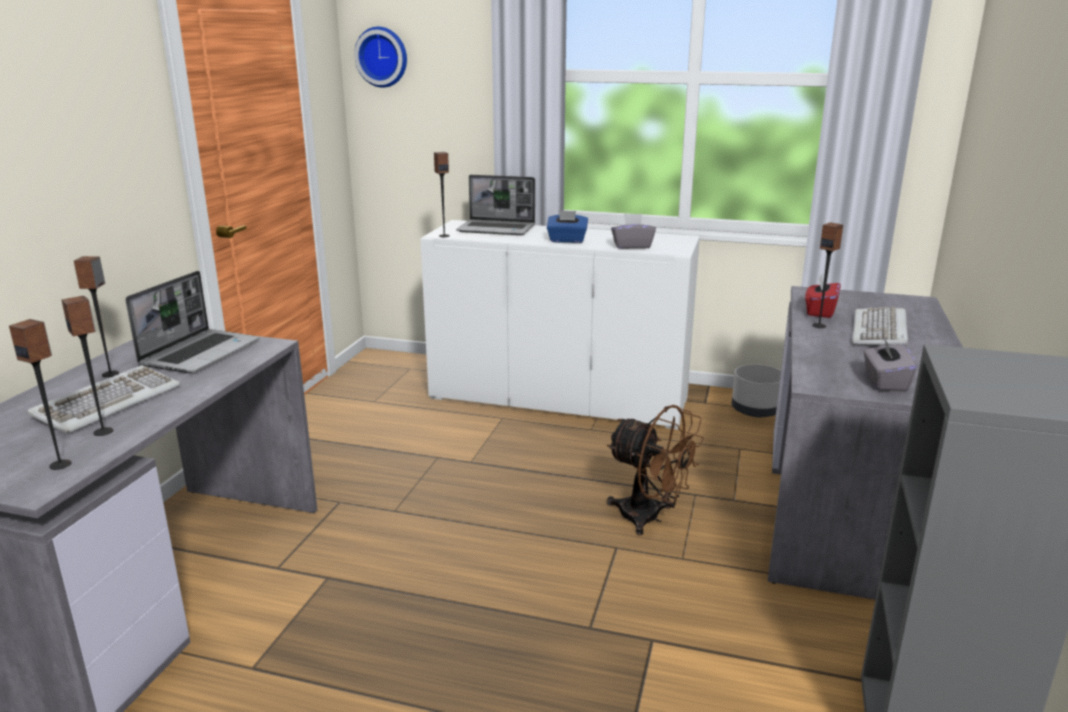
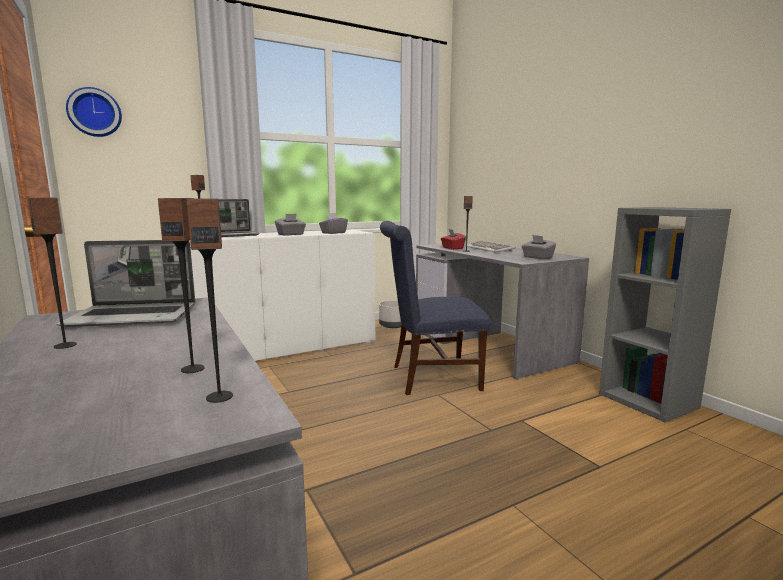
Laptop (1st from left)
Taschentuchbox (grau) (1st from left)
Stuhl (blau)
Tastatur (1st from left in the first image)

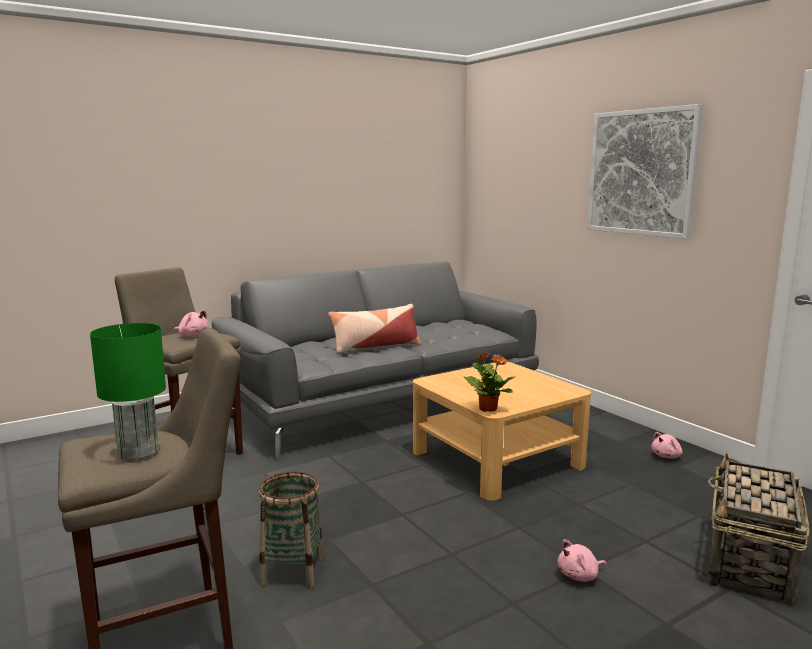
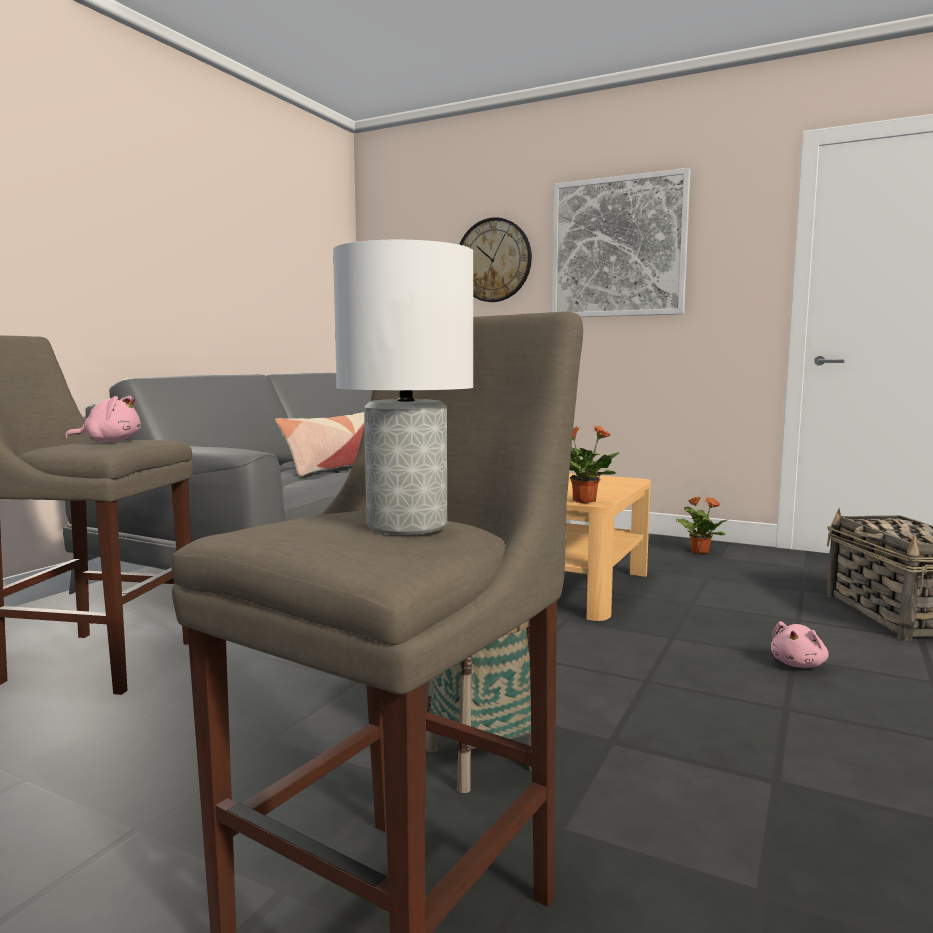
Tischlampe (weiß)
Wanduhr
Topfpflanze (2nd from left)

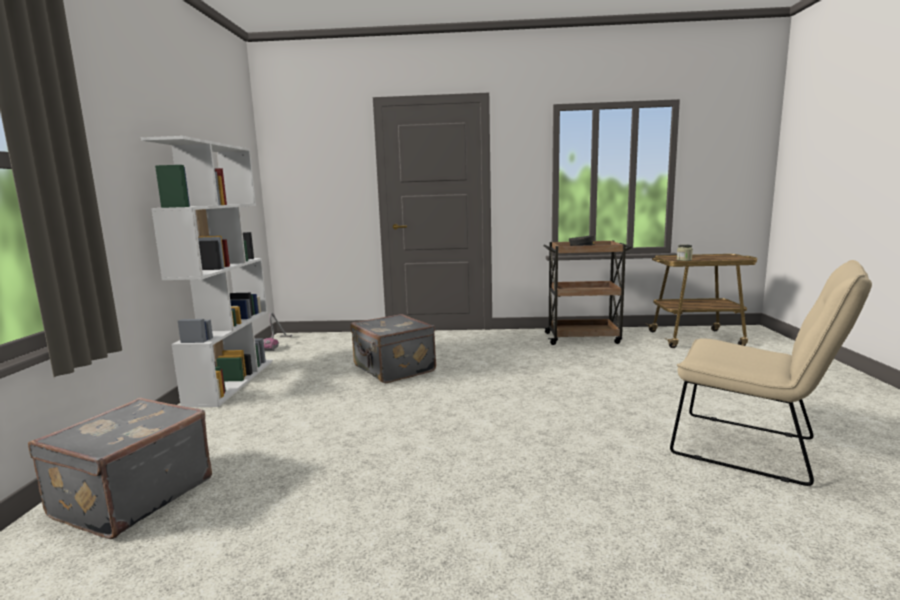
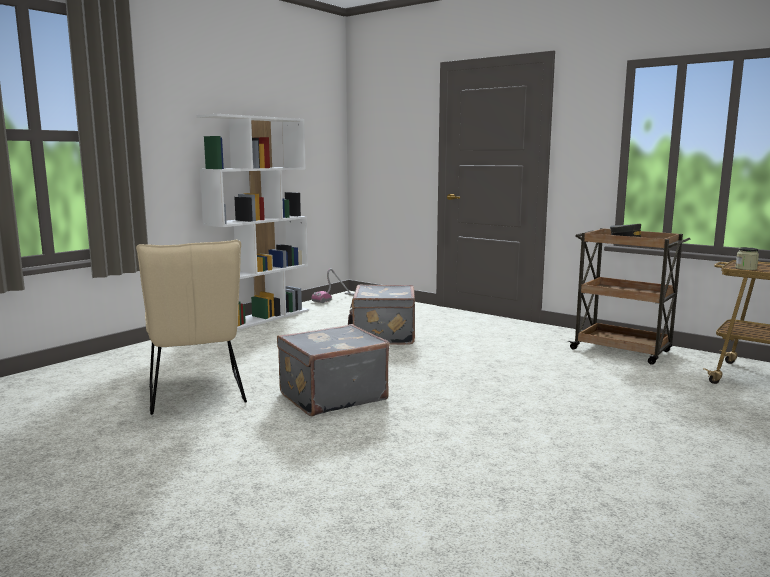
Stuhl (beige)
Koffer (grau) (1st from left)

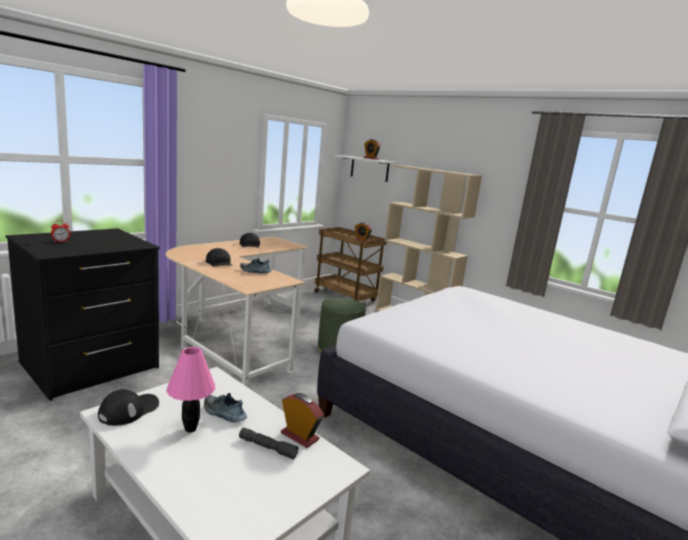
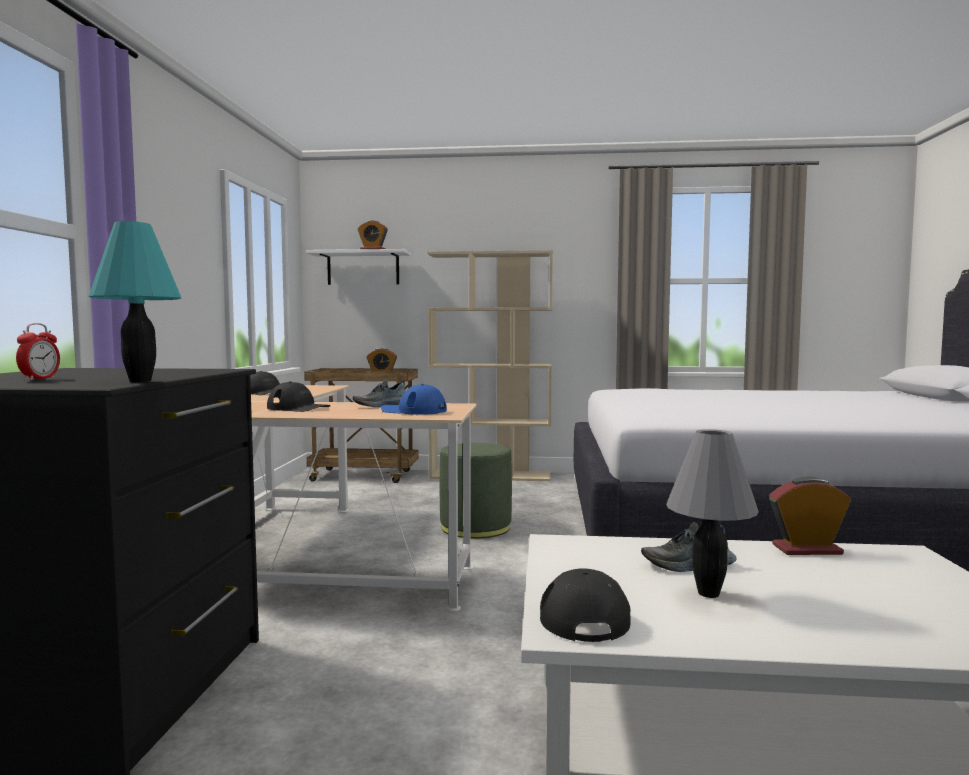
Tischlampe (türkis)
Kappe (blau)
Tischlampe (grau)
Taschenlampe (grau)

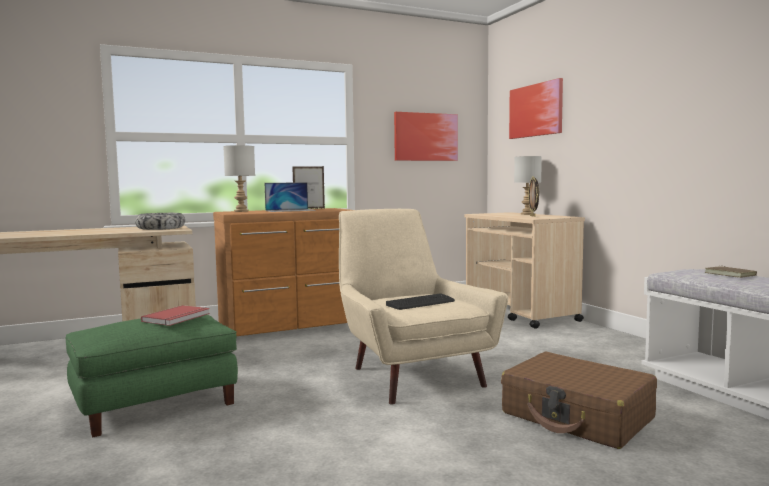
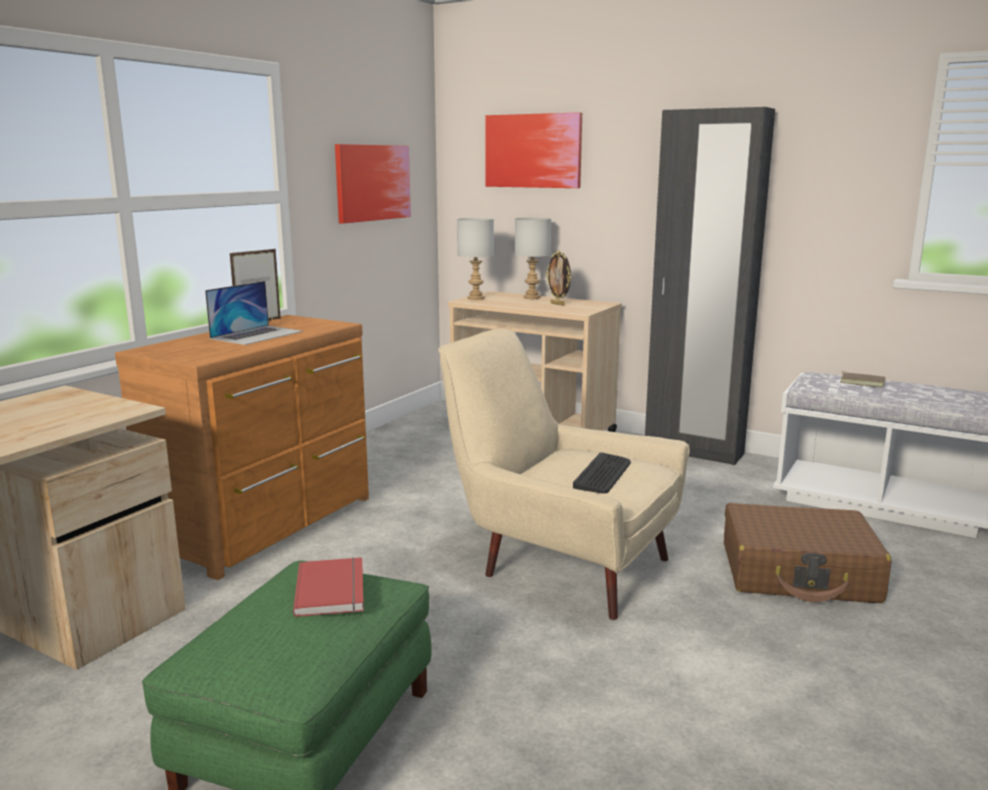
Tischlampe (grau) (1st from left)
Kleiderschrank (schwarz)
Schüssel

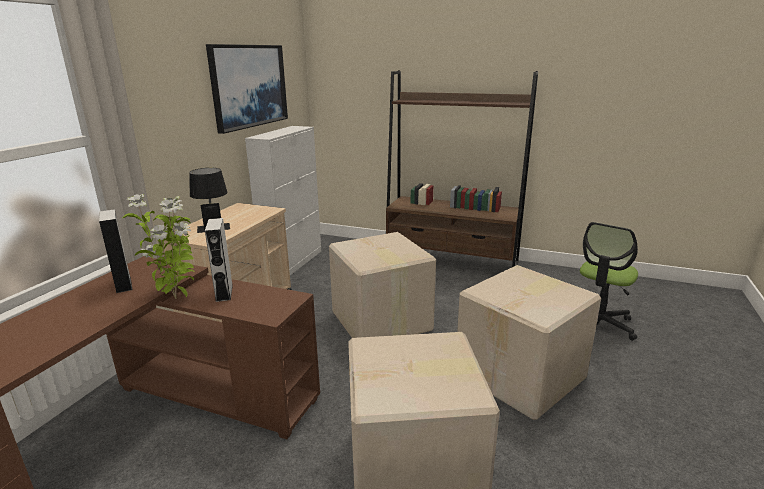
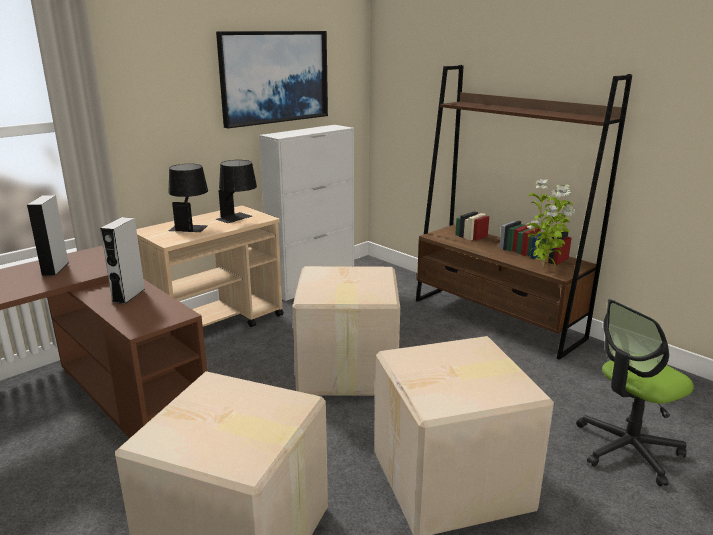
Tischlampe (schwarz) (2nd from left)
Topfpflanze

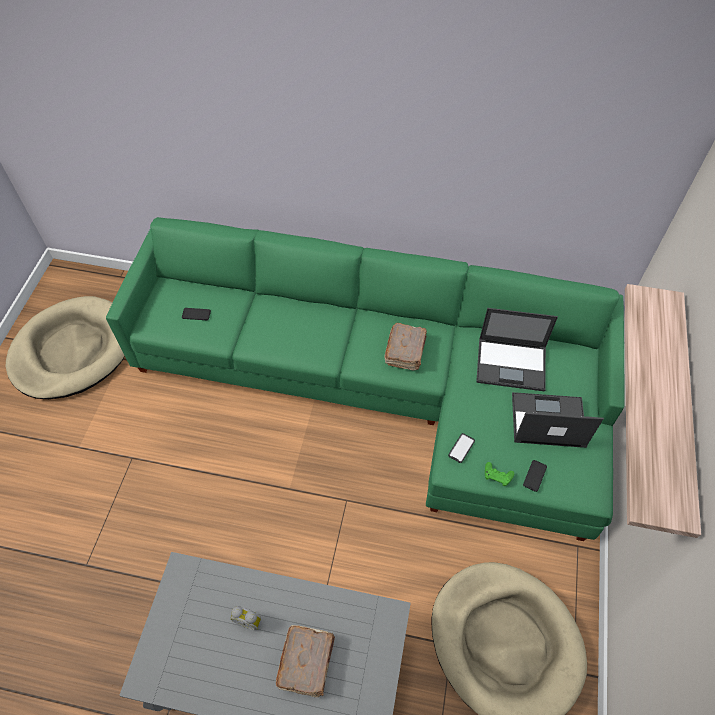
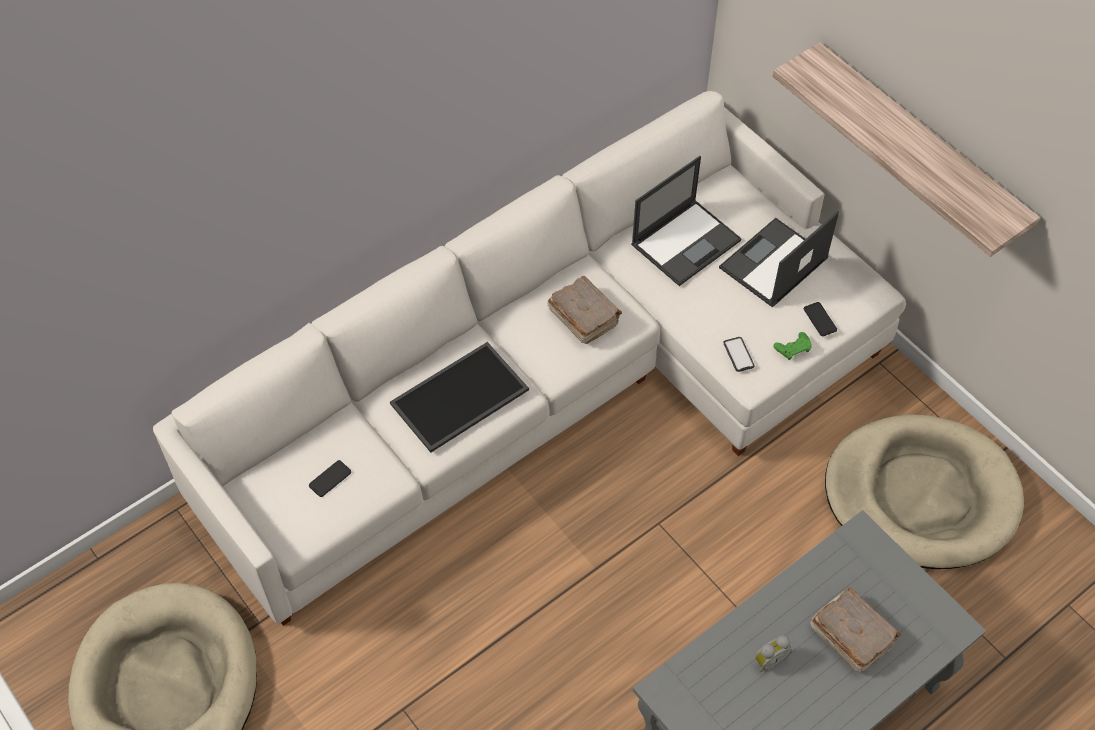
Sofa (weiß)
Tablett

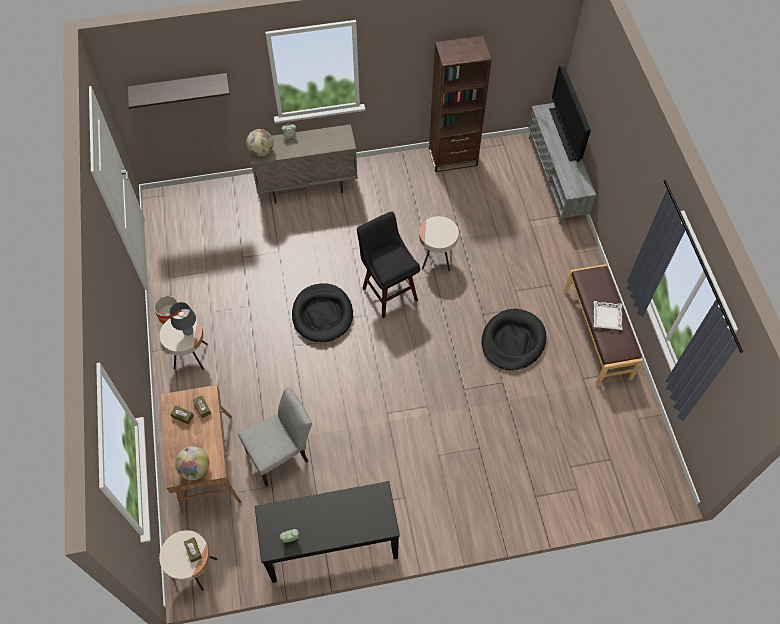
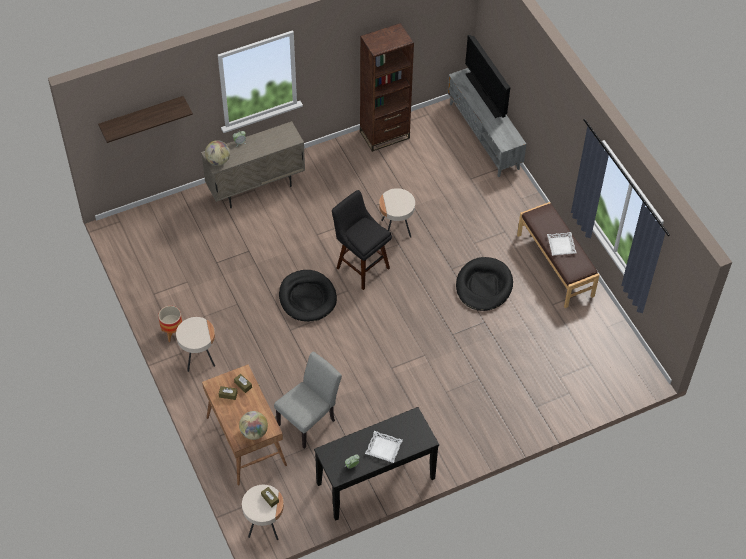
Tablett (weiß) (1st from left)
Tischlampe (grau)

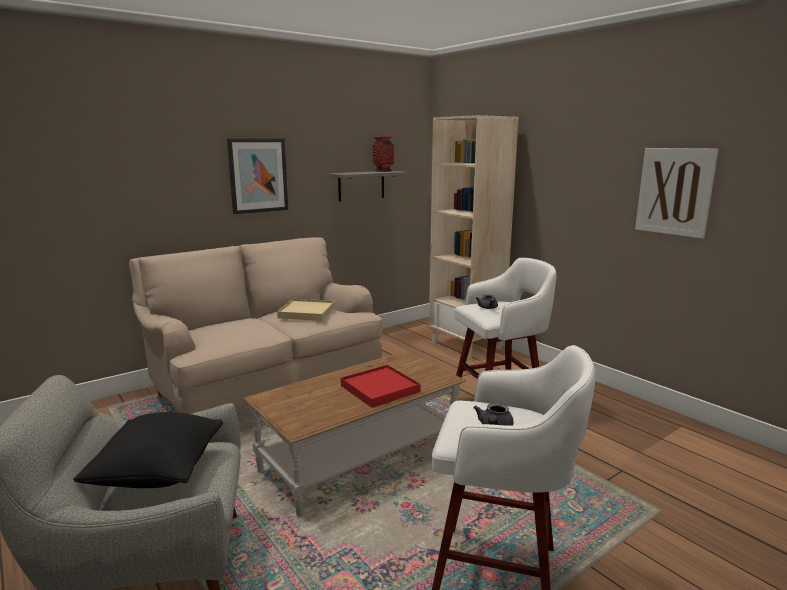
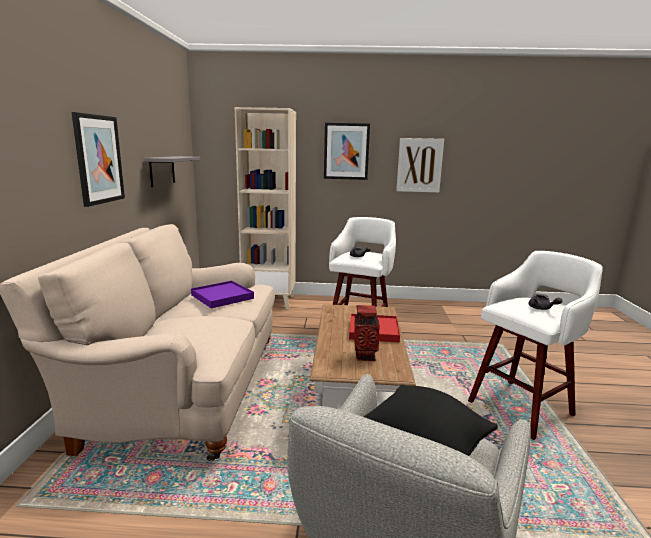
Tablett (lila)
Bild (2nd from left)
Vase

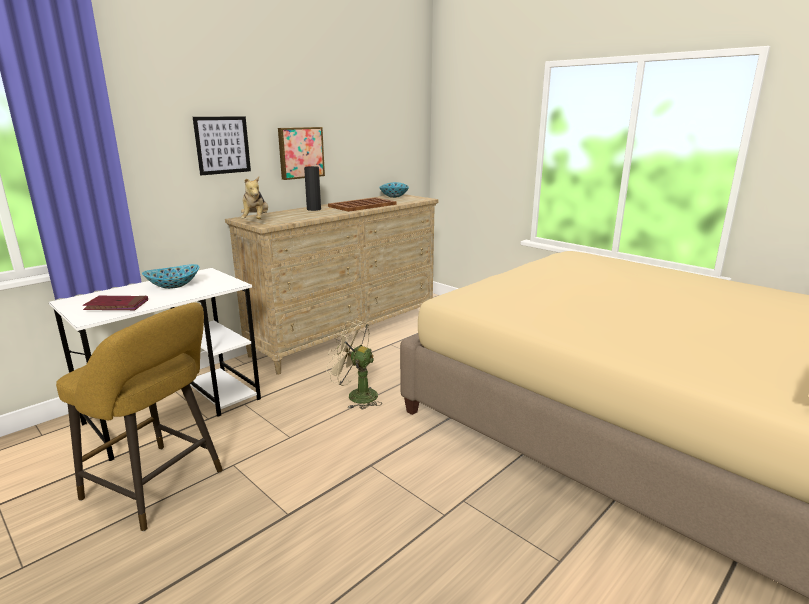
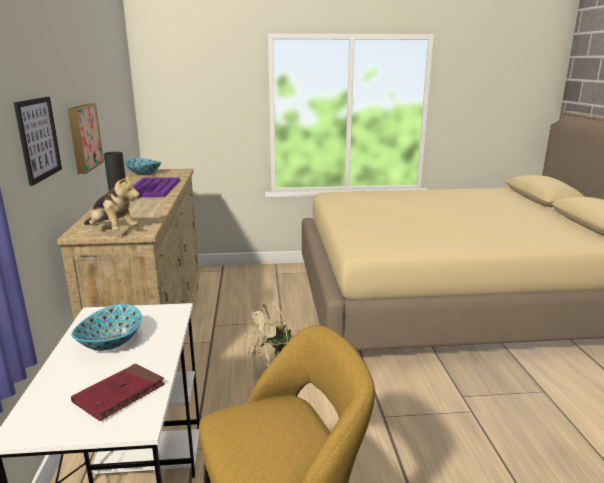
Tablett (lila)

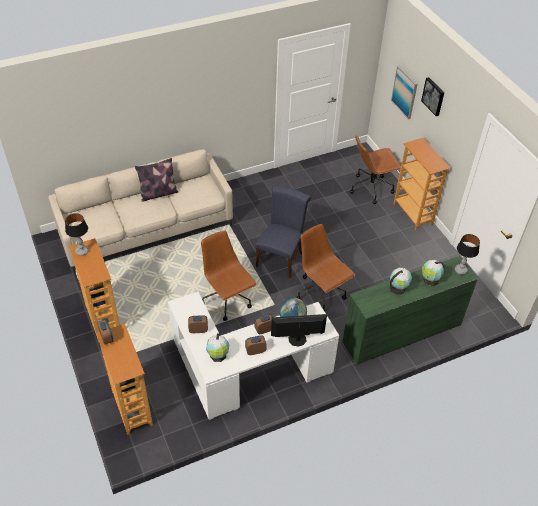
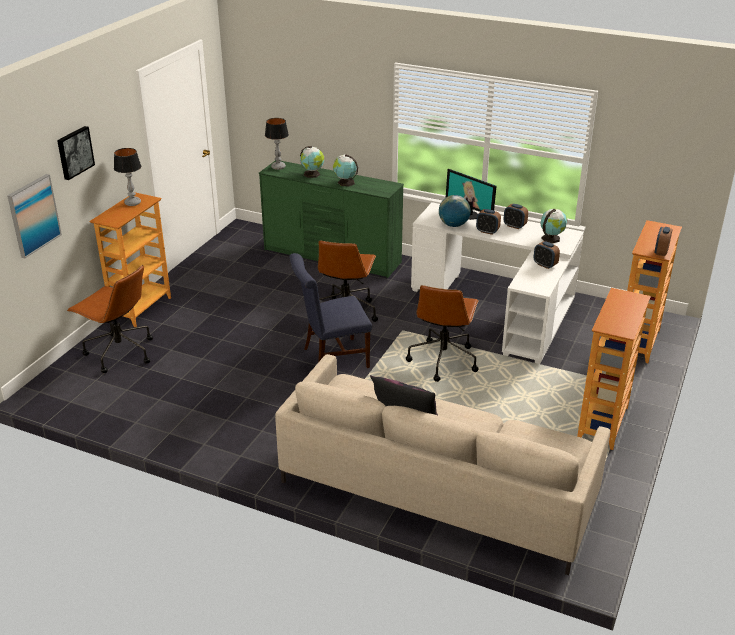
Tischlampe (1st from left)

